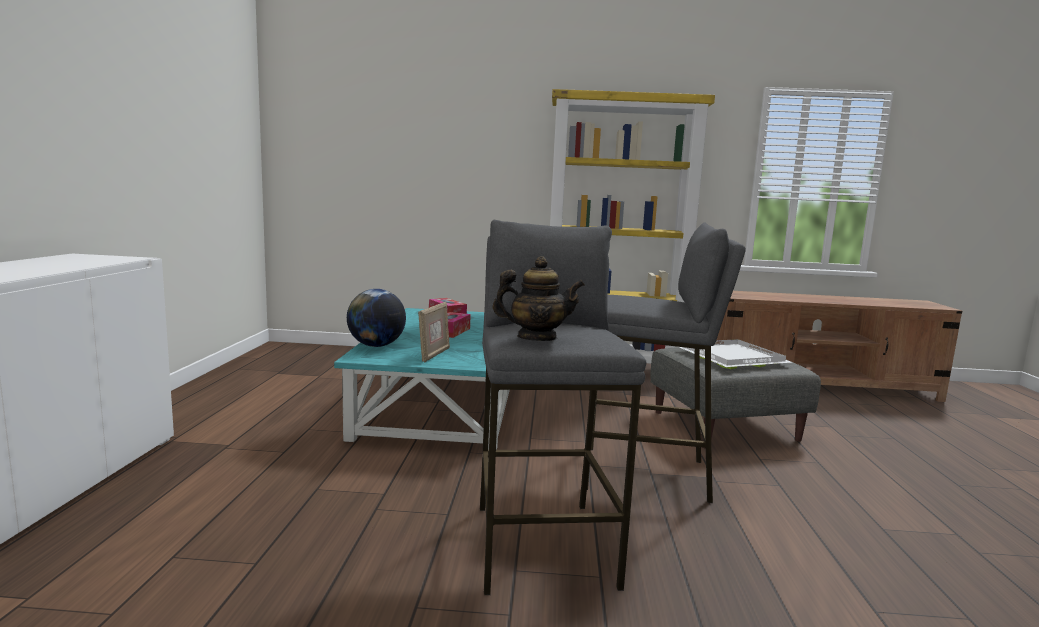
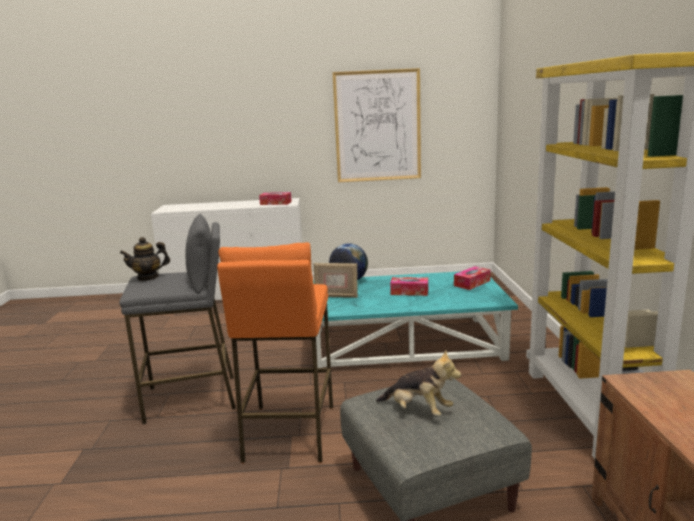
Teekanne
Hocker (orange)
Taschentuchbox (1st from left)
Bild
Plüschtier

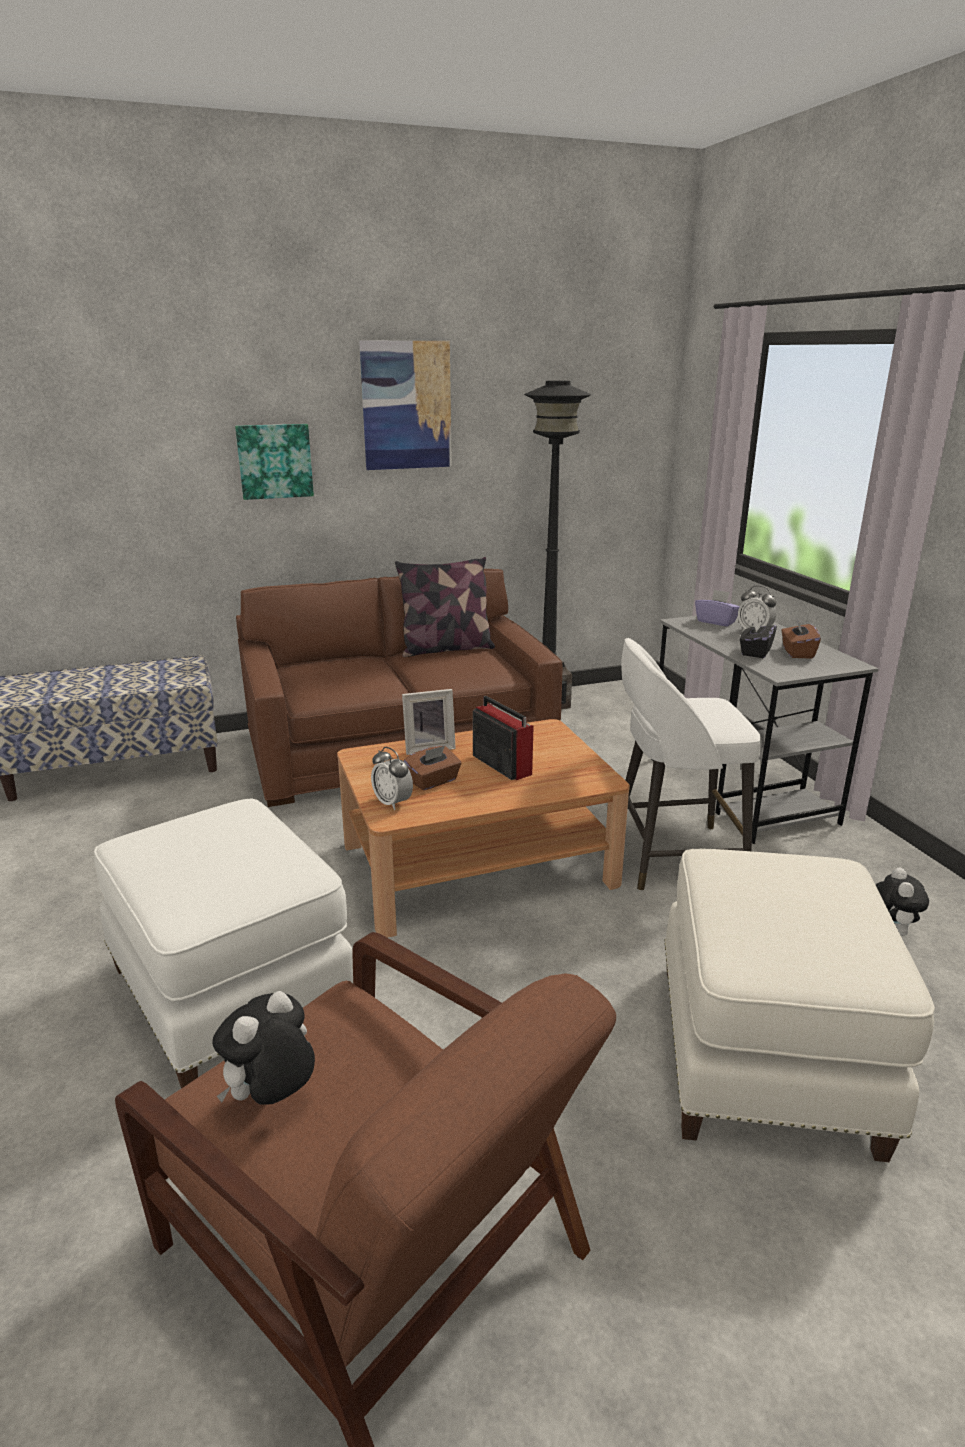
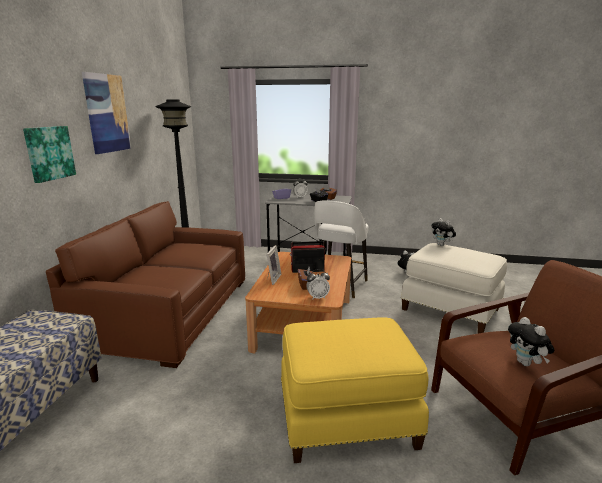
Polsterhocker (gelb)
Plüschtier (2nd from left)
Kissen

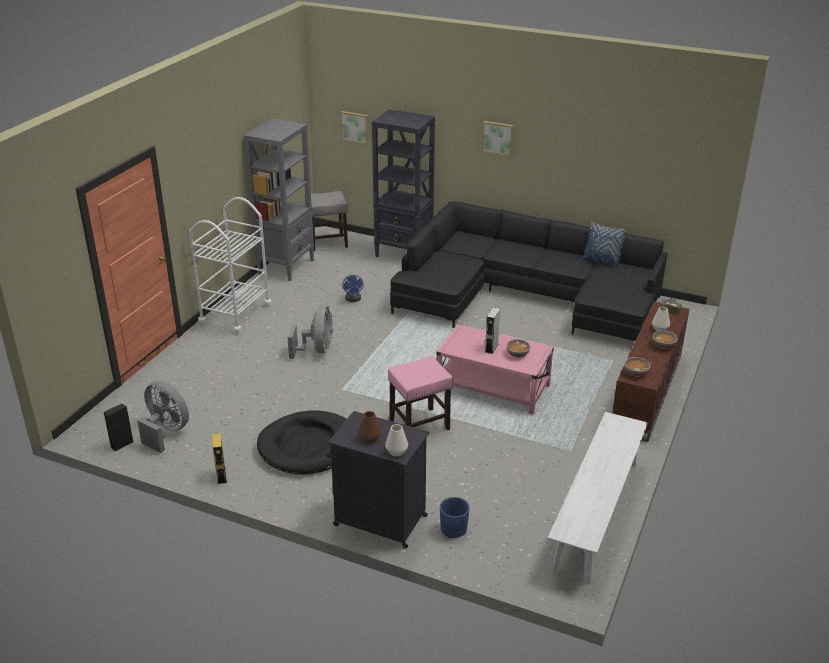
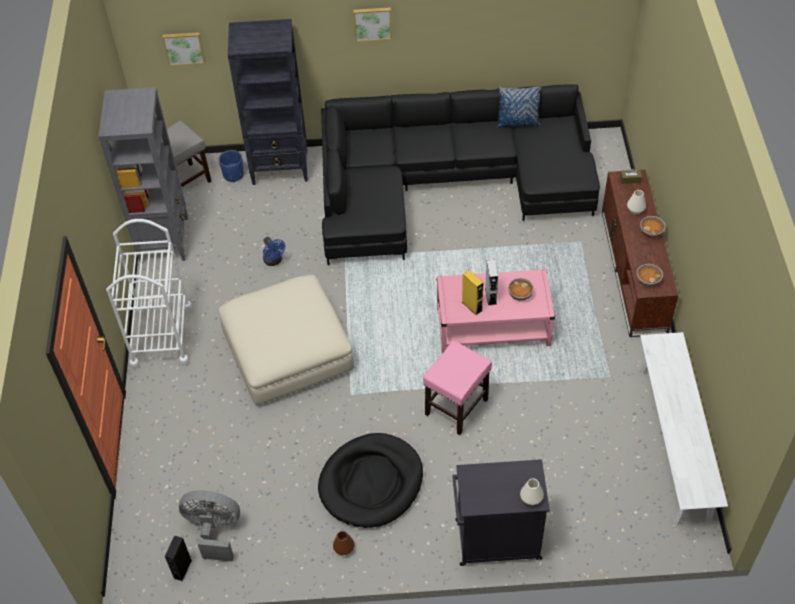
Polsterhocker (beige)
Pflanzkübel (blau)
Vase (braun)
Lautsprecher (gelb)

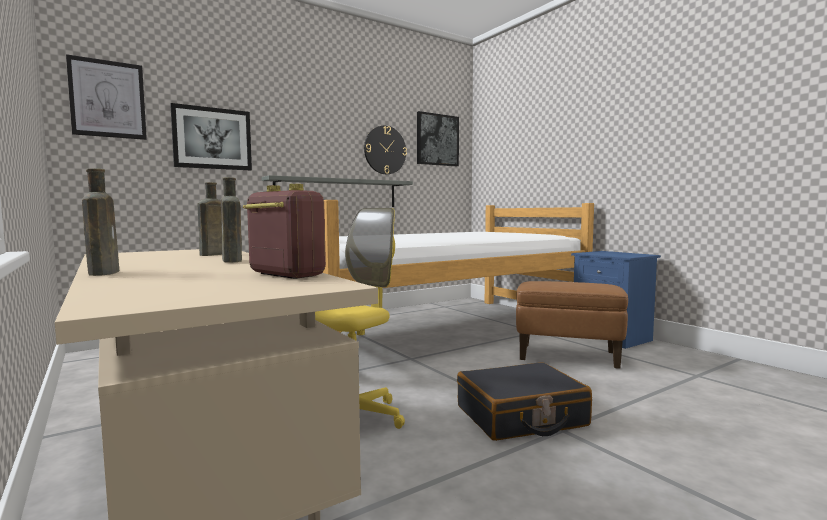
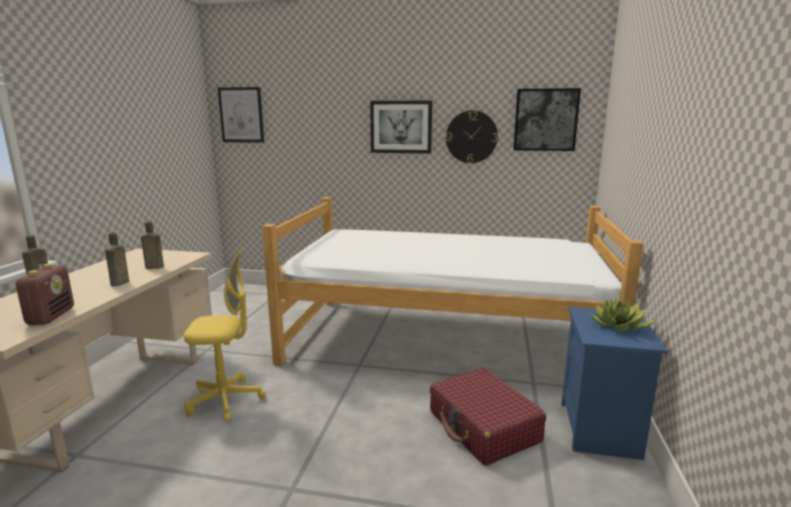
Bild (2nd from left)
Koffer (rot)
Topfpflanze
Wandregal (grau)
Koffer (schwarz)

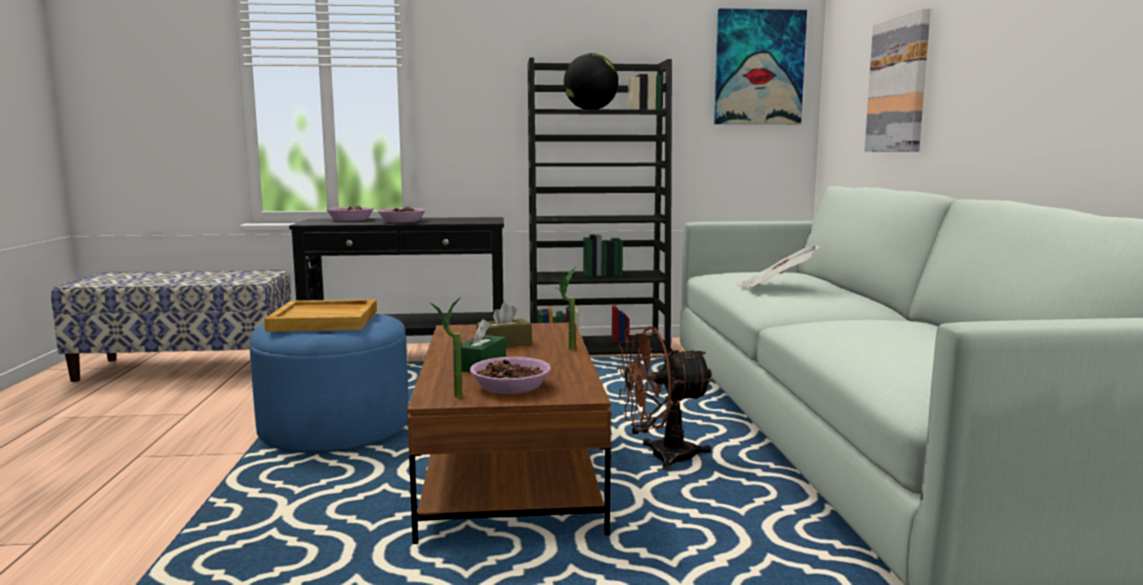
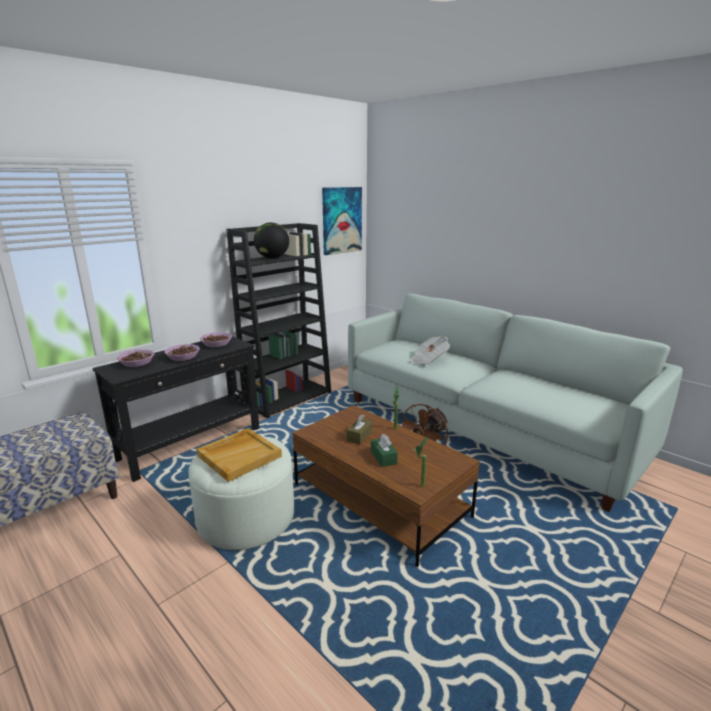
Polsterhocker (weiß)
Schüssel (3rd from left)
Bild (2nd from left in the first image)

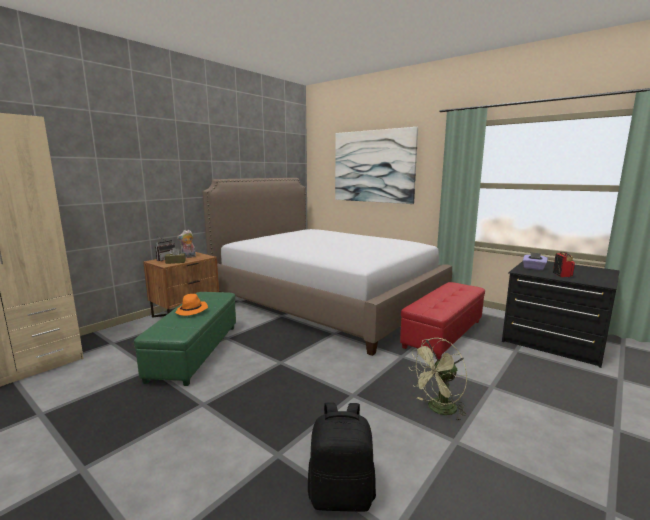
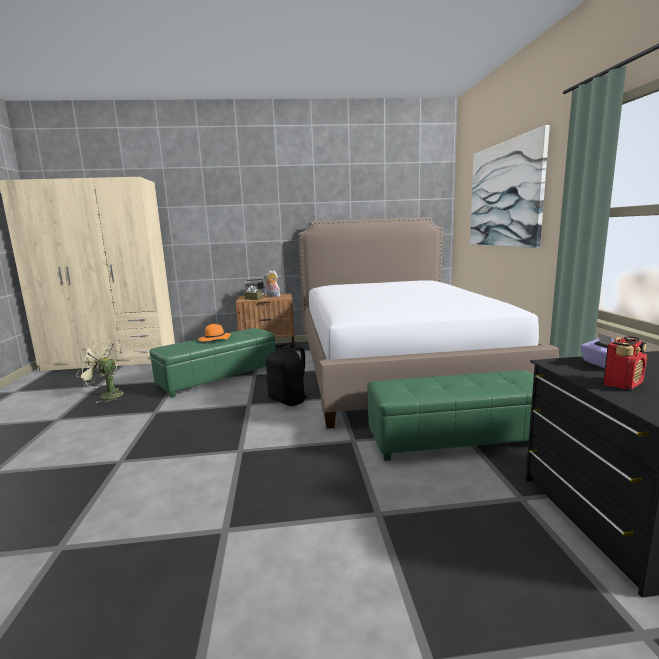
Ventilator (grün)
Rucksack (schwarz)
Polsterhocker (grün) (2nd from left)

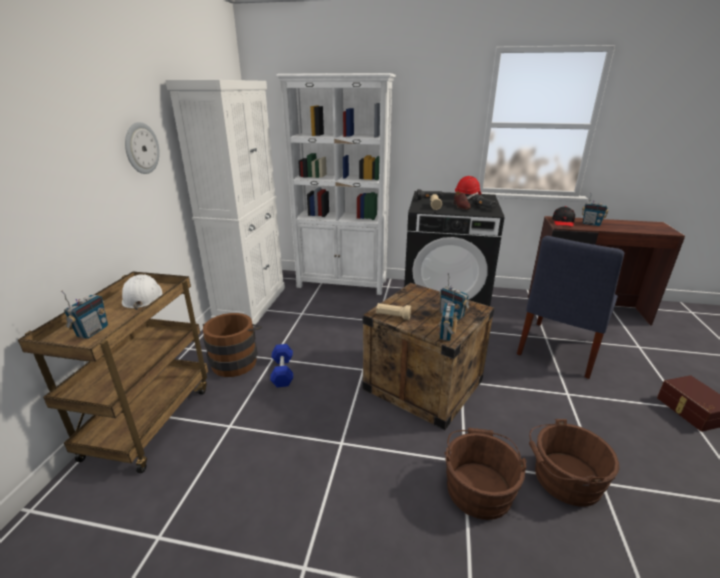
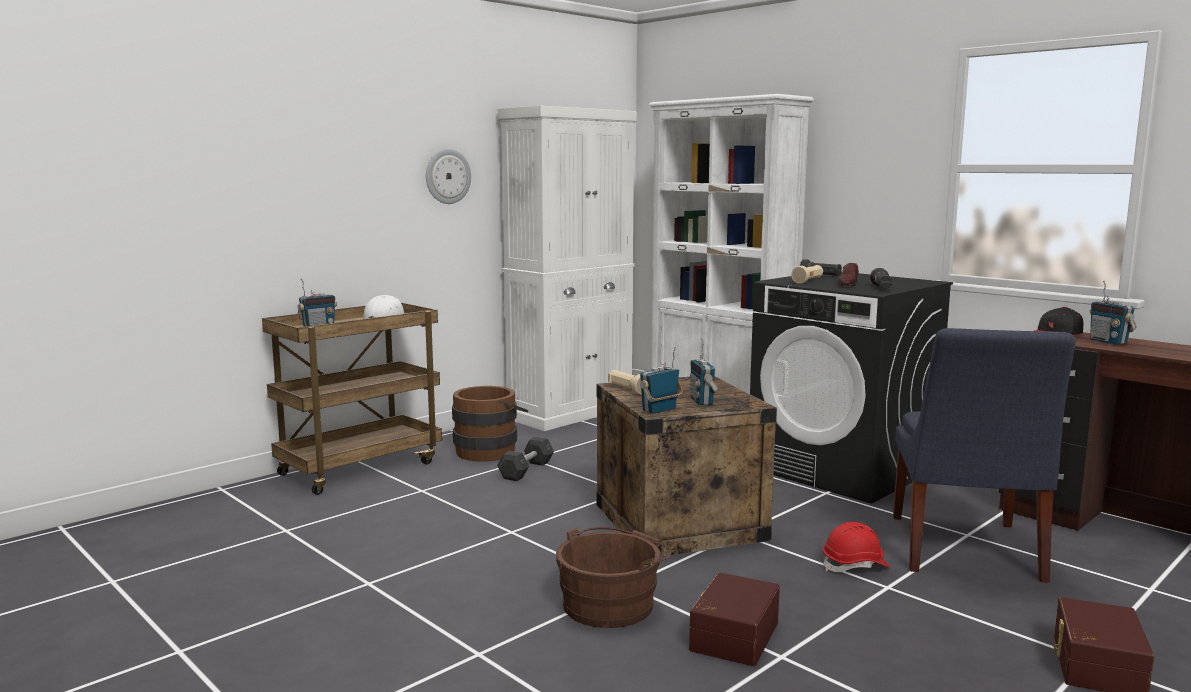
Hantel (grau)
Aufbewahrungsbox (braun) (1st from left)
Schutzhelm (rot)
Stuhl (blau)

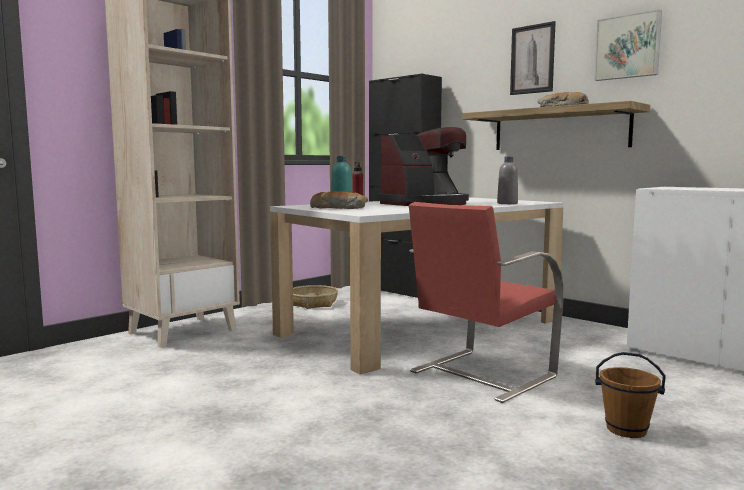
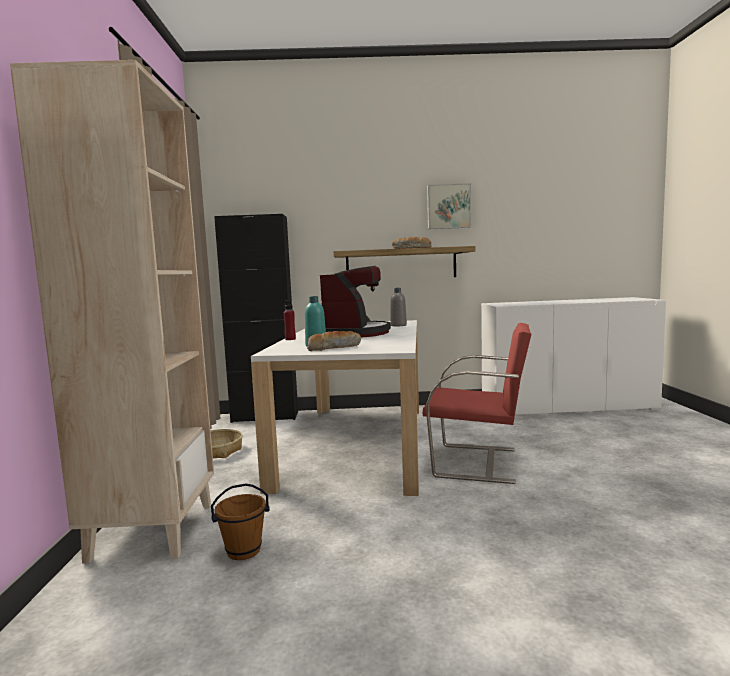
Eimer (braun)
Stuhl (rot)
Bild (1st from left in the first image)

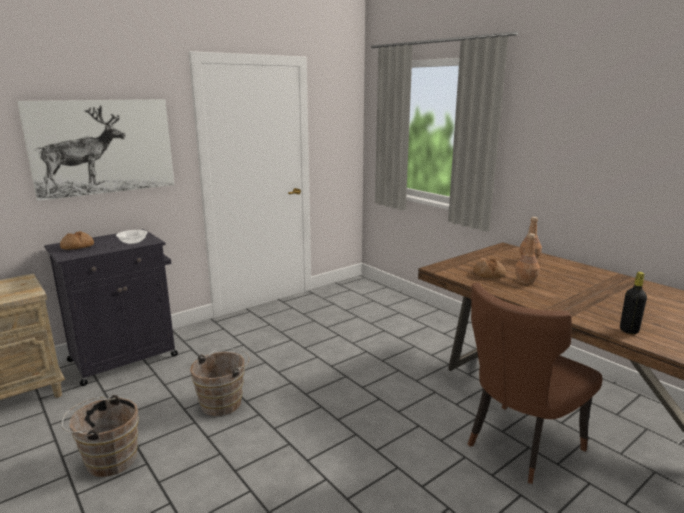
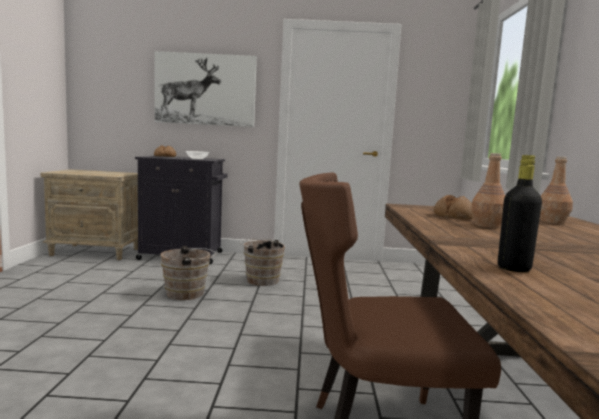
Eimer (braun) (2nd from left)

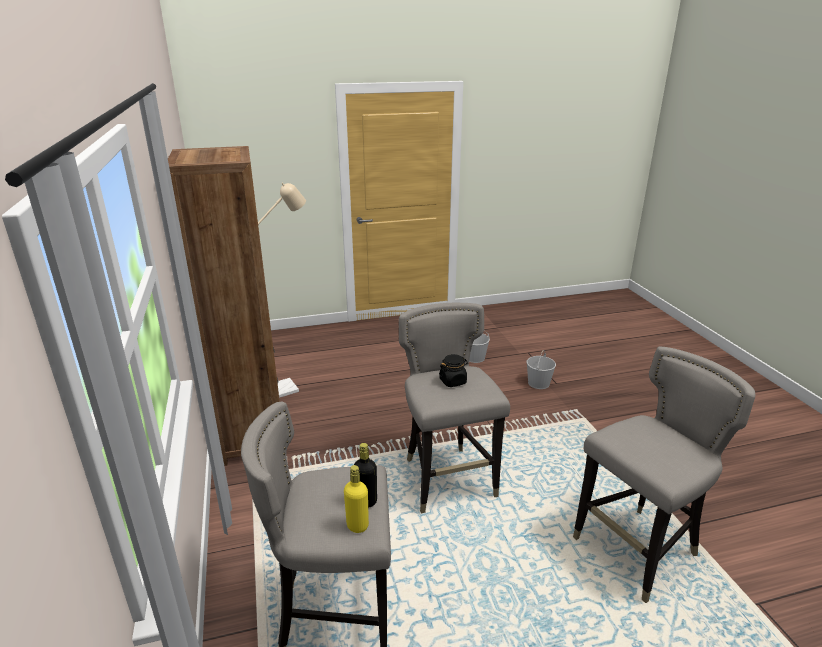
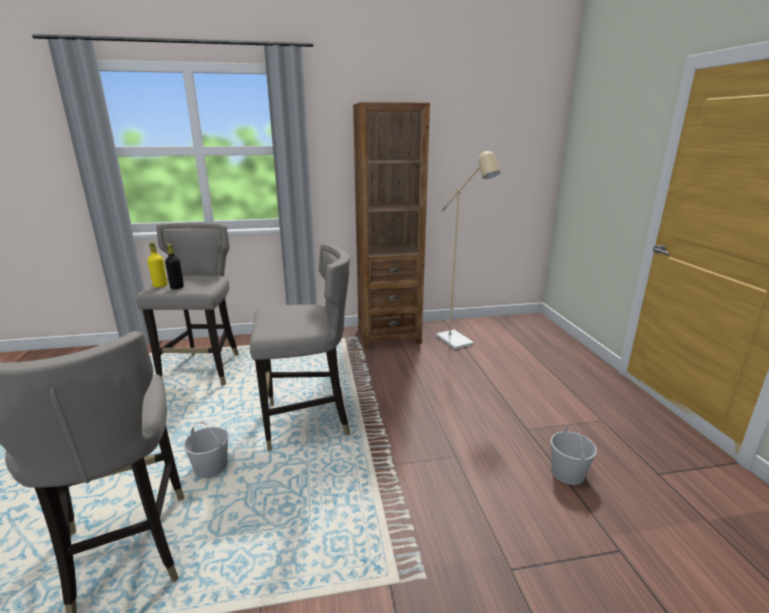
Eimer (weiß) (1st from left)
Vorratsglas (schwarz)

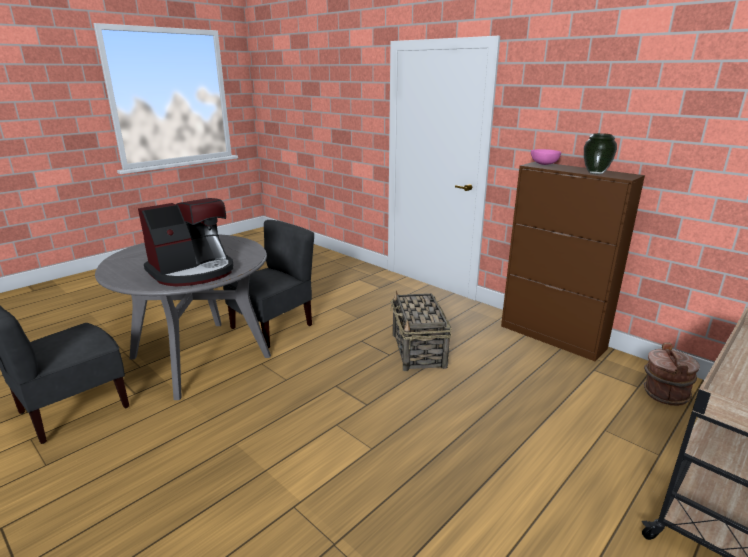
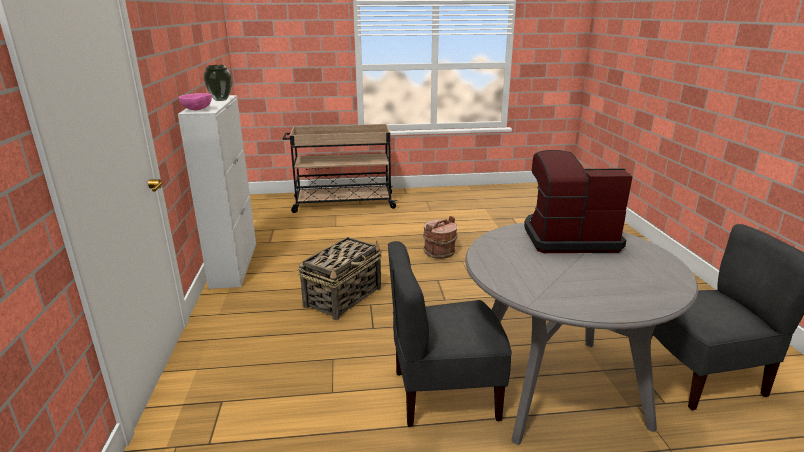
Schrank (weiß)
Eimer (braun)

